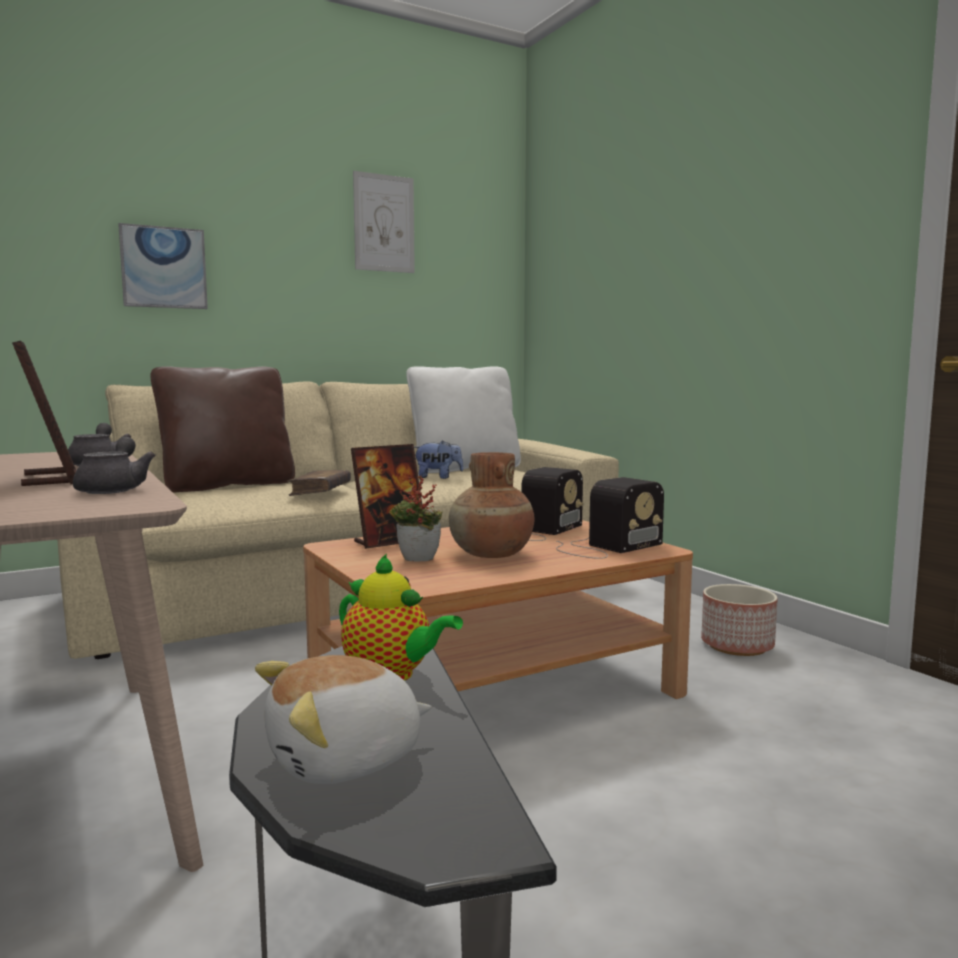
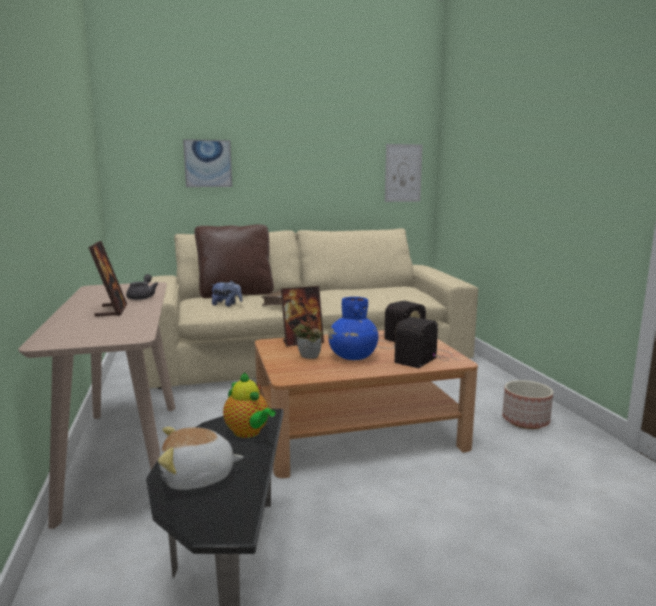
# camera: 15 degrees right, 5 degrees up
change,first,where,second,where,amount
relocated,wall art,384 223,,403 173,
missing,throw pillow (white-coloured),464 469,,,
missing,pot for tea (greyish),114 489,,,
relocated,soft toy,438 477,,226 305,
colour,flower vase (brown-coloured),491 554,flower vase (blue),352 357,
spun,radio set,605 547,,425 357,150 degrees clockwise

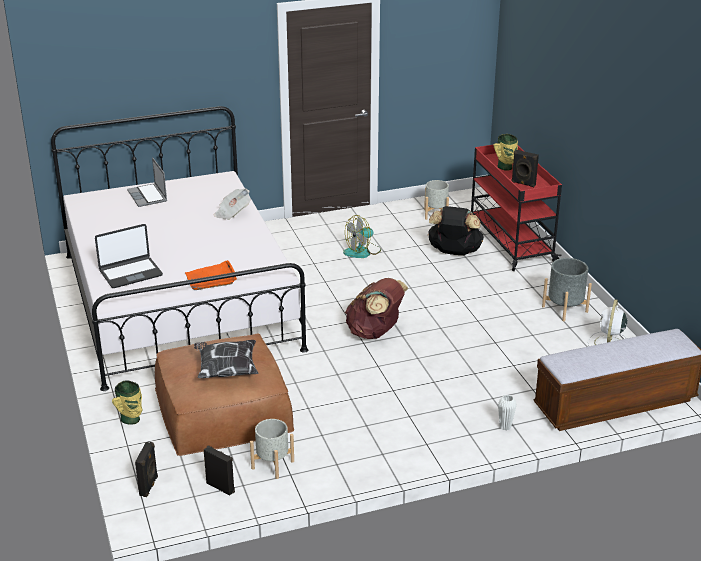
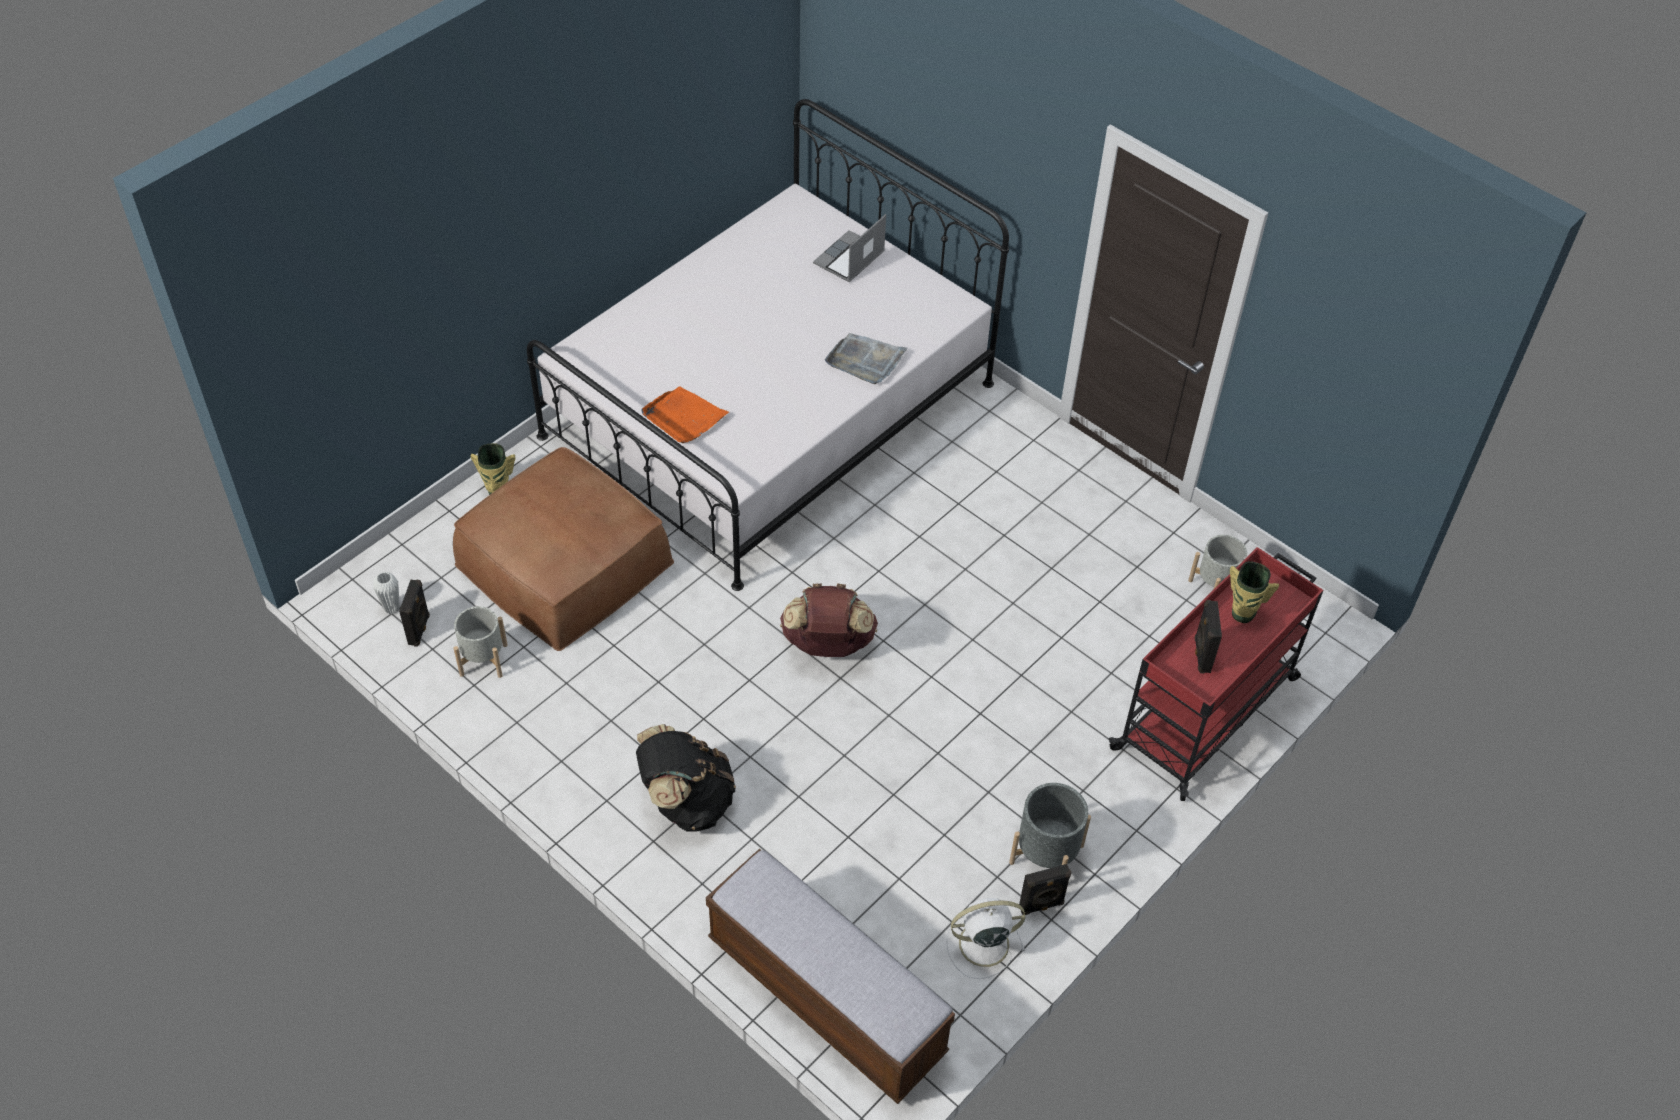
# camera: 60 degrees right, 20 degrees up
change,first,where,second,where,amount
exchanged,newspaper,232 213,serving tray (greyish),865 360,
relocated,knapsack (black-coloured),454 252,,686 801,
missing,cooling fan,362 251,,,
missing,notebook computer,130 273,,,
missing,throw pillow,226 370,,,
relocated,flower vase (white-coloured),505 427,,392 608,
relocated,speaker (black-coloured),149 486,,1041 906,

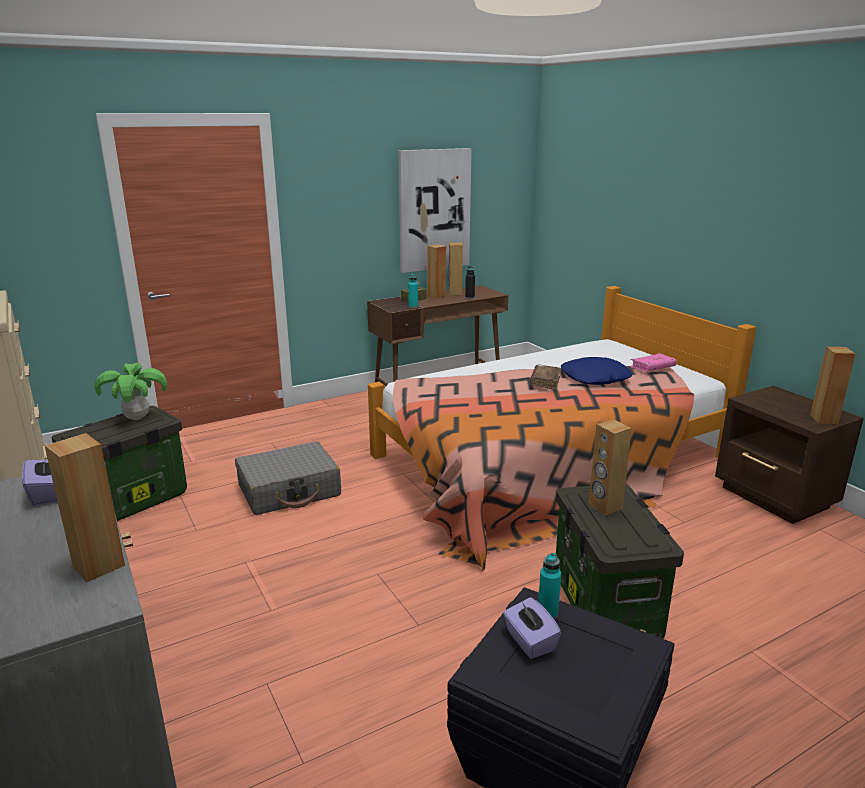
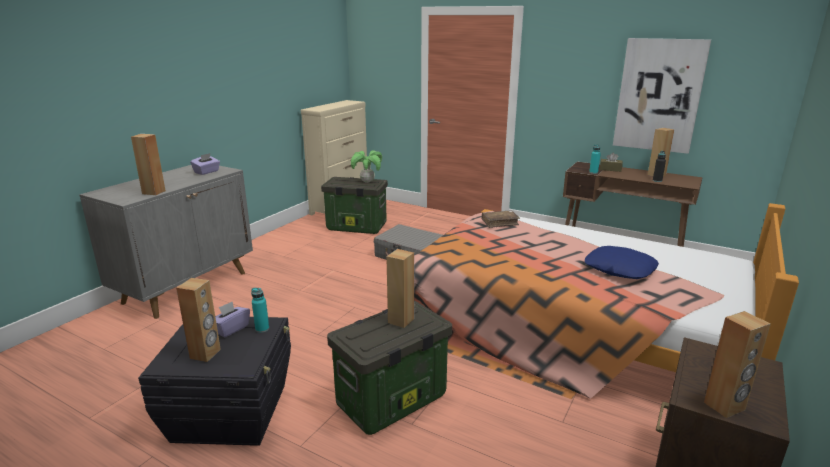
# camera: 60 degrees right, 0 degrees up
change,first,where,second,where,amount
relocated,speaker (brown-coloured),436 296,,205 354,
missing,bound book (pinkish),652 368,,,
relocated,bound book (brown-coloured),545 382,,499 223,

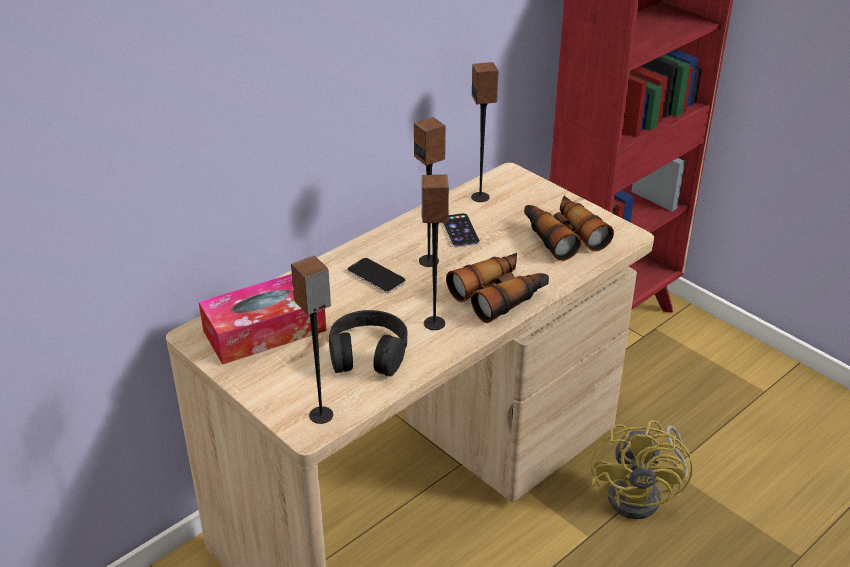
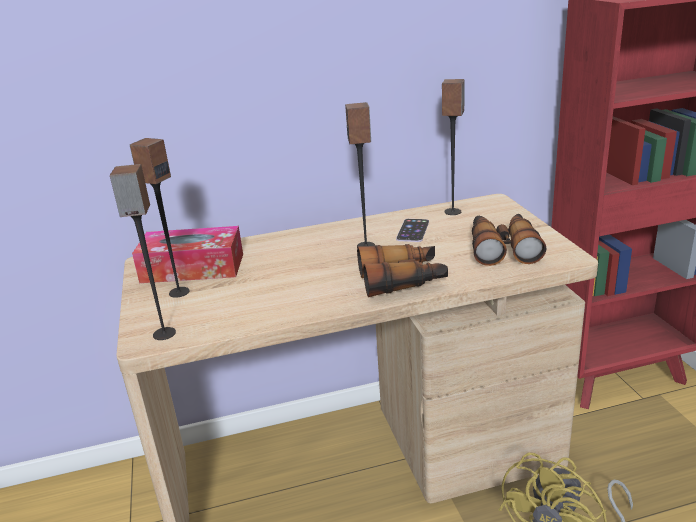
# camera: 30 degrees right, 10 degrees down
change,first,where,second,where,amount
relocated,speaker,434 323,,179 292,
missing,telephone,376 276,,,
missing,headset (black-coloured),368 353,,,

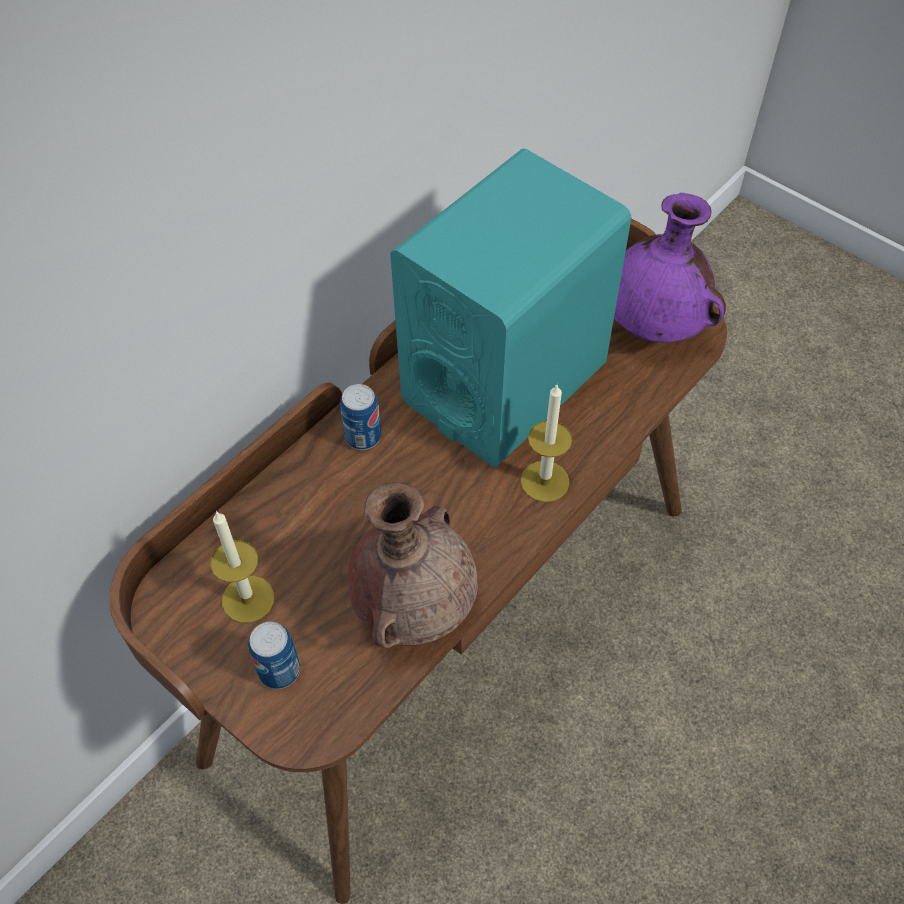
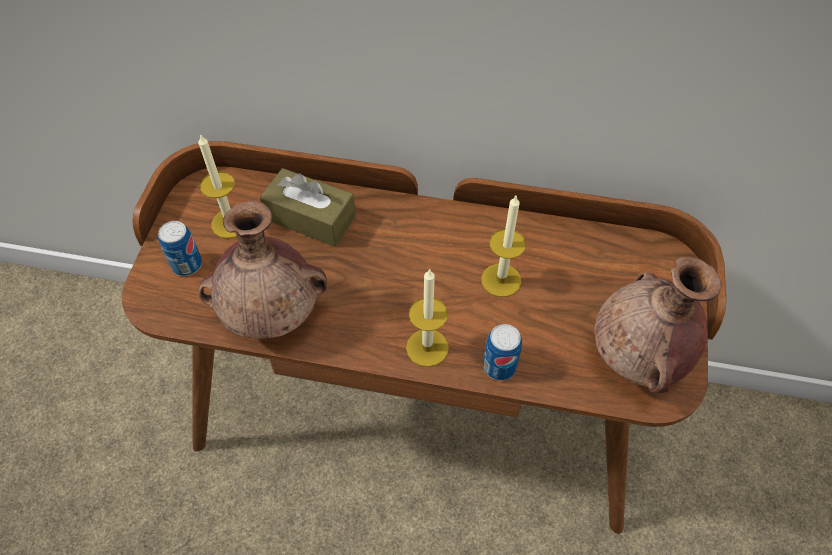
# camera: 60 degrees right, 0 degrees up
change,first,where,second,where,amount
exchanged,speaker (turquoise-coloured),504 382,candle,501 280,
colour,flower vase (purple),654 328,flower vase (brown-coloured),637 359,
relocated,metal can,363 436,,499 366,
appeared,,,tissue box (brown-coloured),310 218,

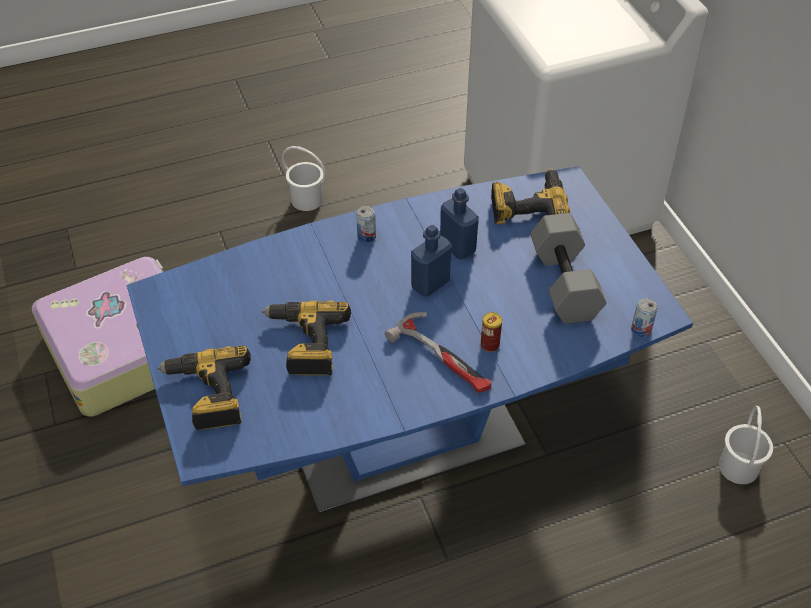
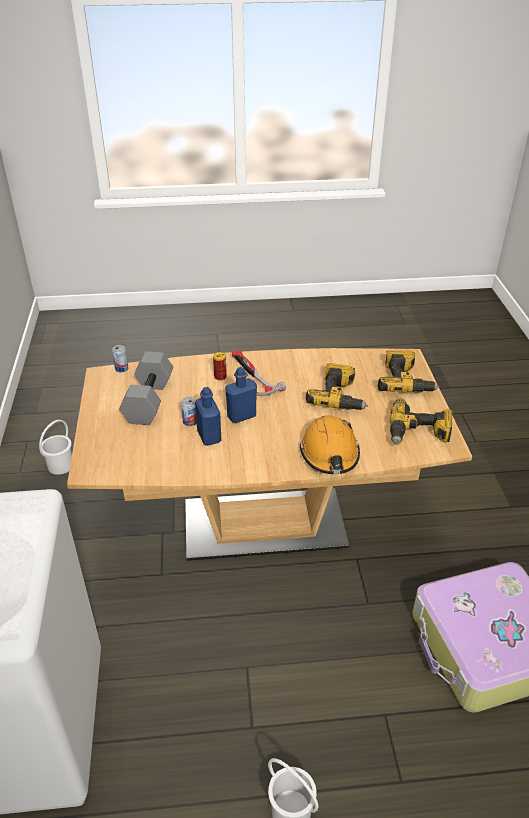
# camera: 165 degrees left, 10 degrees down
change,first,where,second,where,amount
colour,dining table (blue),405 438,dining table (brown-coloured),264 524,
relocated,electric drill,528 207,,418 433,
relocated,metal can,366 237,,190 422,
appeared,,,safety helmet (orange-coloured),330 454,

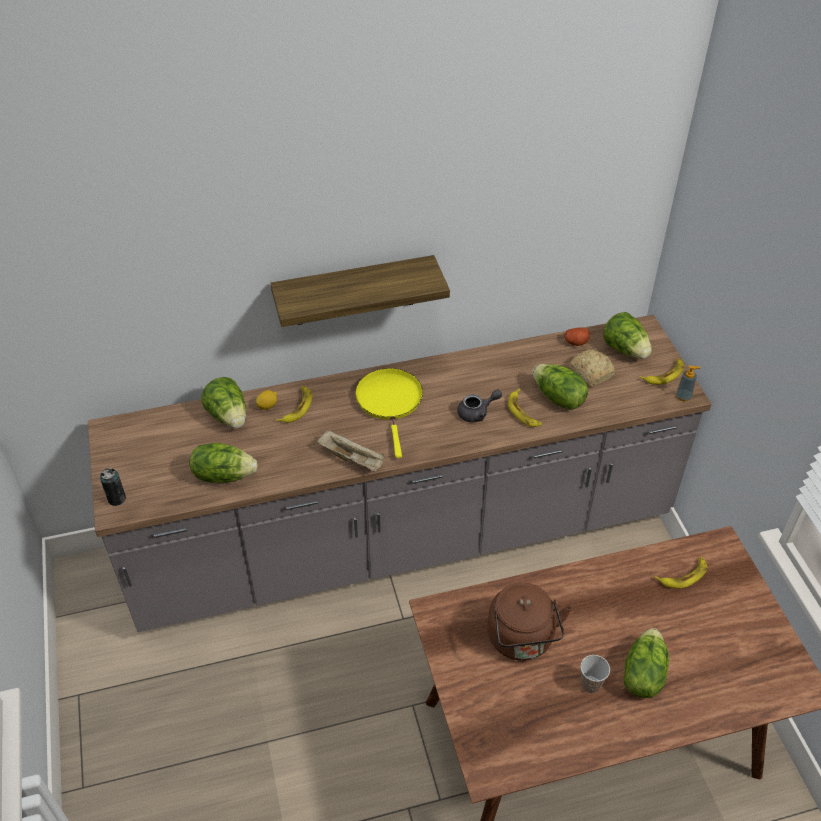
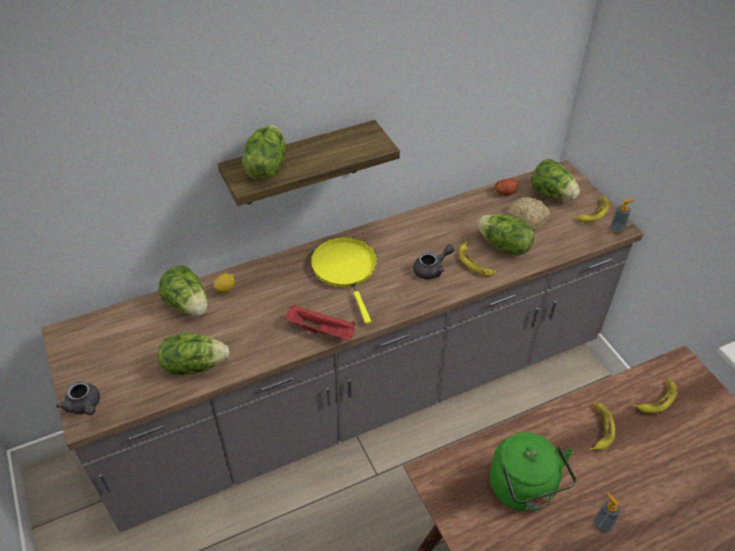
# camera: 10 degrees left, 0 degrees up
change,first,where,second,where,amount
relocated,banana fruit,297 407,,599 428,
colour,serving tray (beige-coloured),352 459,serving tray (reddish),322 330,
exchanged,metal can,117 499,pot for tea (greyish),85 406,
colour,kettle (brown-coloured),522 640,kettle (greenish),524 489,
relocated,head of lettuce,642 674,,266 167,
exchanged,small cup,590 684,liquid soap bottle,603 524,

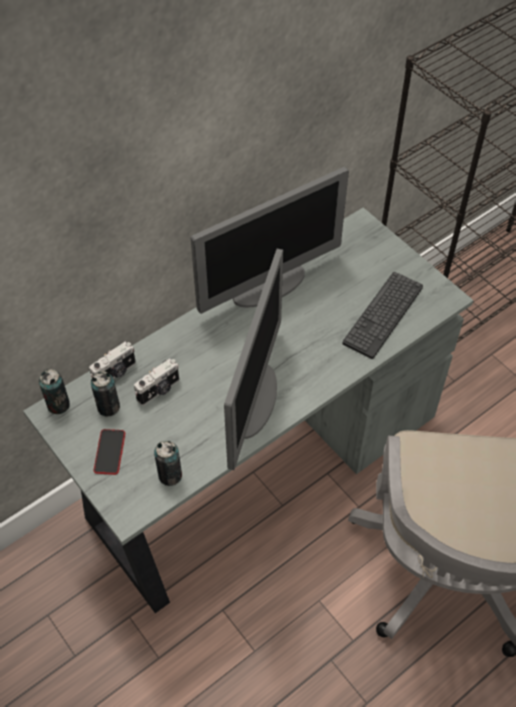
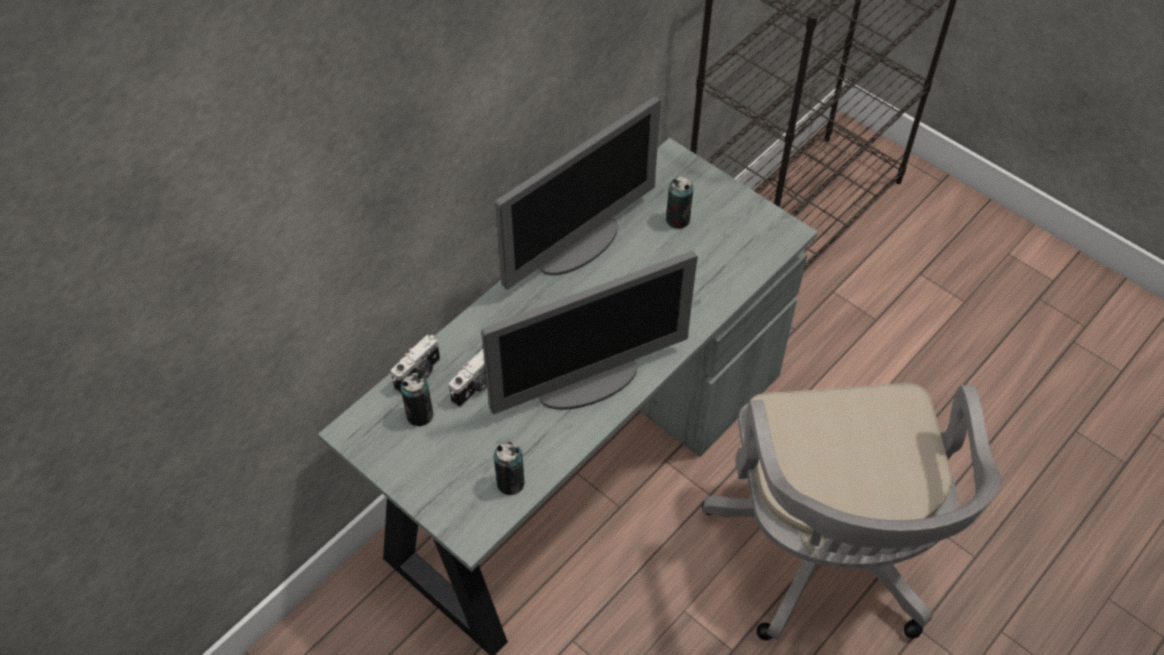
# camera: 10 degrees left, 0 degrees up
change,first,where,second,where,amount
spun,computer screen,254 400,,589 382,60 degrees clockwise
missing,computer keyboard,383 315,,,
relocated,metal can,58 405,,677 220,
missing,telephone,109 452,,,

